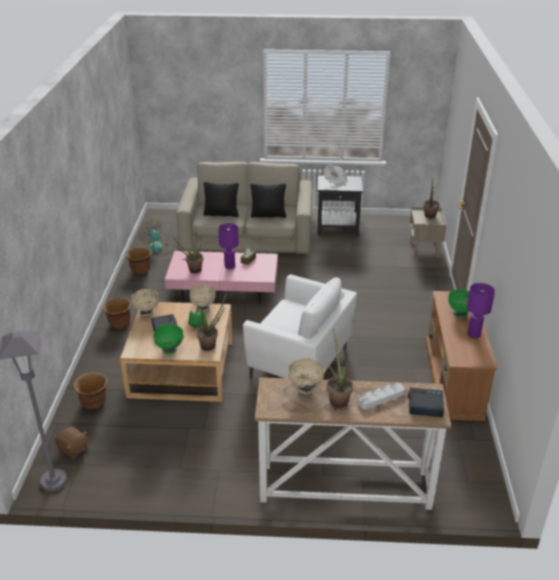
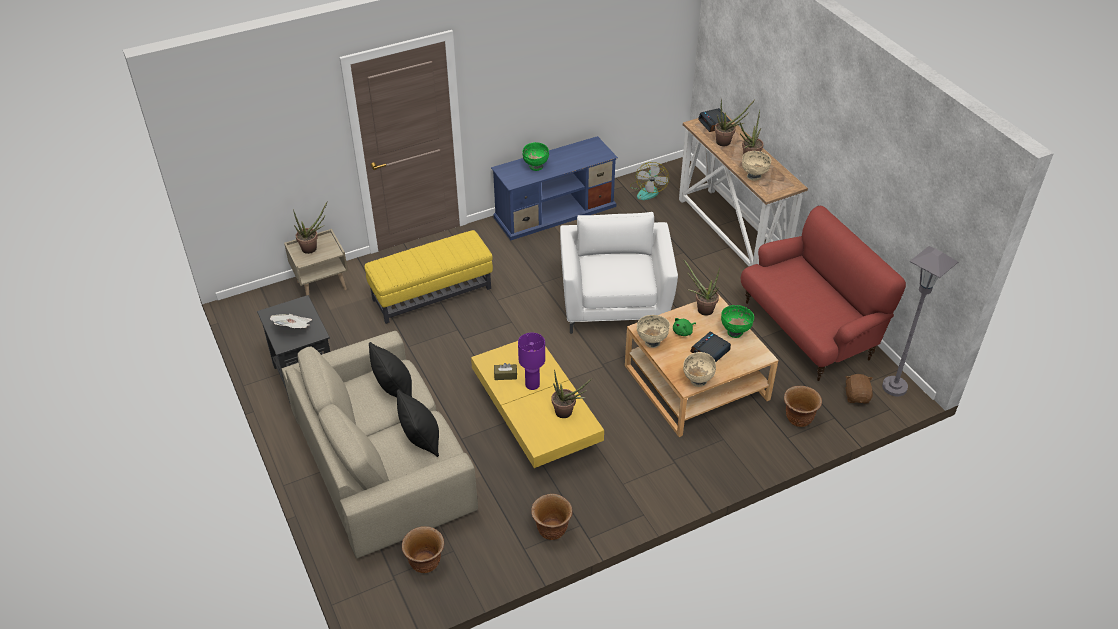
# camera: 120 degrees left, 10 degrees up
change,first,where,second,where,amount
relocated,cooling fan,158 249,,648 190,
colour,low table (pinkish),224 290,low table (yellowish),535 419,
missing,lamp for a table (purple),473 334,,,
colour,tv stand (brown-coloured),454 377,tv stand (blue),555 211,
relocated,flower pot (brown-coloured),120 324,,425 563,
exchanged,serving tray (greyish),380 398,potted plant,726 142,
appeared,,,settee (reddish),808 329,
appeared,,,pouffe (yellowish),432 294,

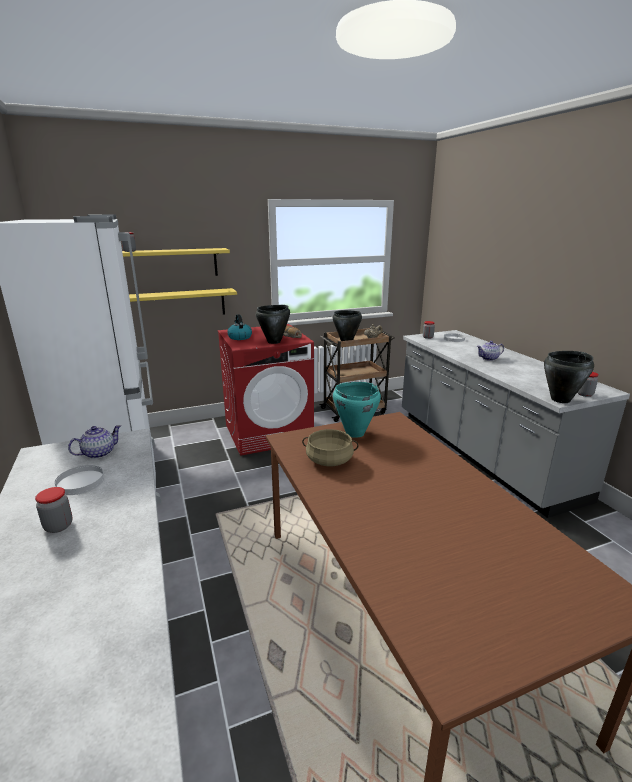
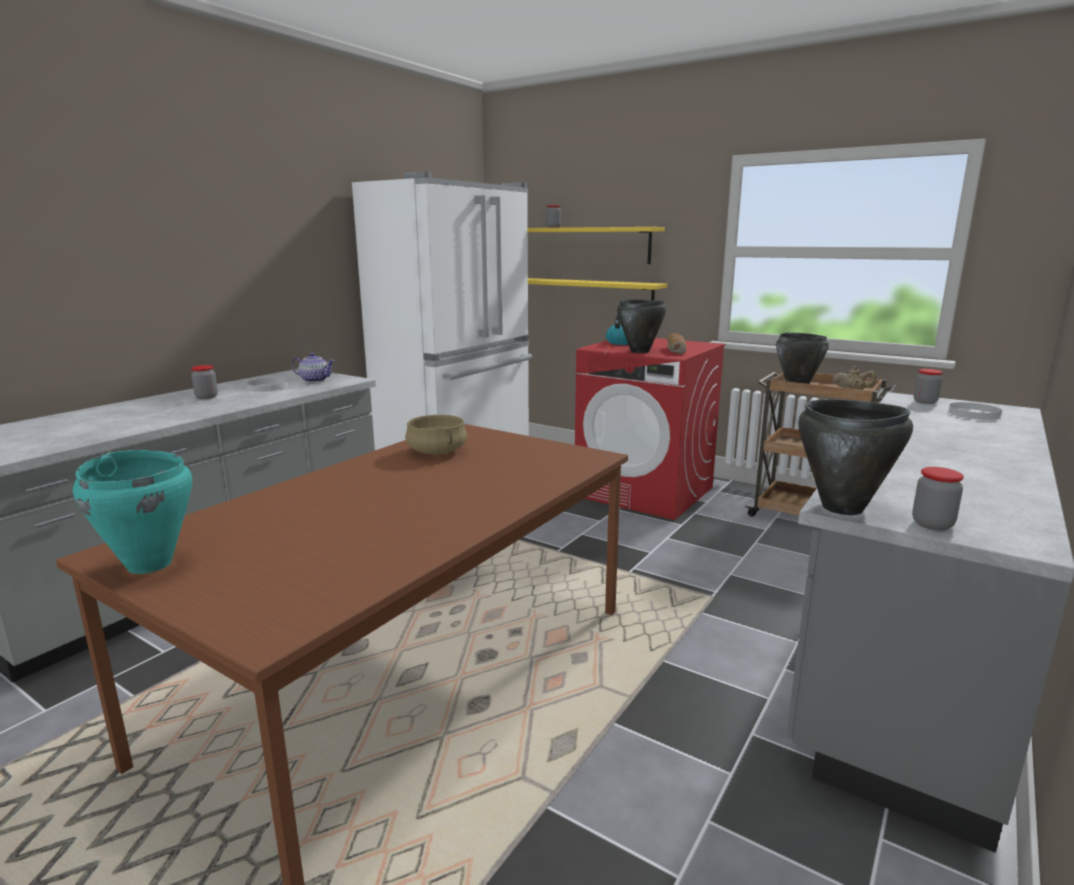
# camera: 55 degrees right, 5 degrees down
change,first,where,second,where,amount
missing,pot for tea,489 358,,,
relocated,stockpot (turquoise-coloured),354 433,,150 564,

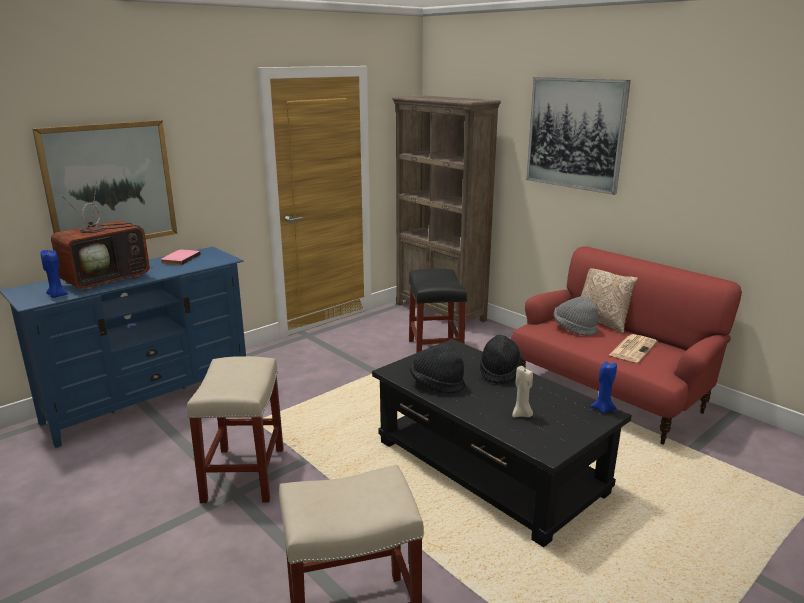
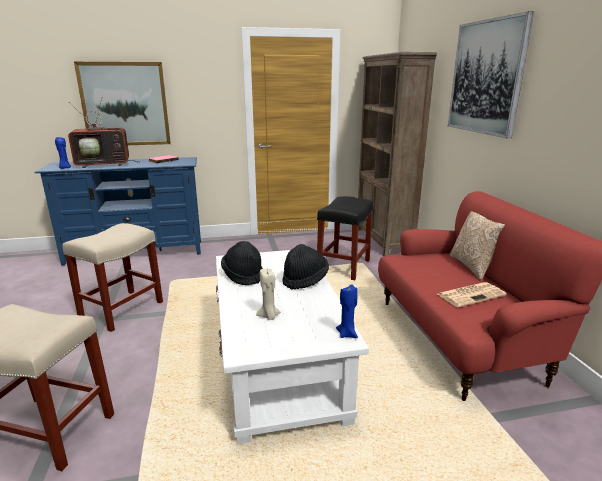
# camera: 30 degrees right, 0 degrees up
change,first,where,second,where,amount
missing,clothing hat (greyish),574 328,,,
colour,low table (black-coloured),489 467,low table (white-coloured),277 362,

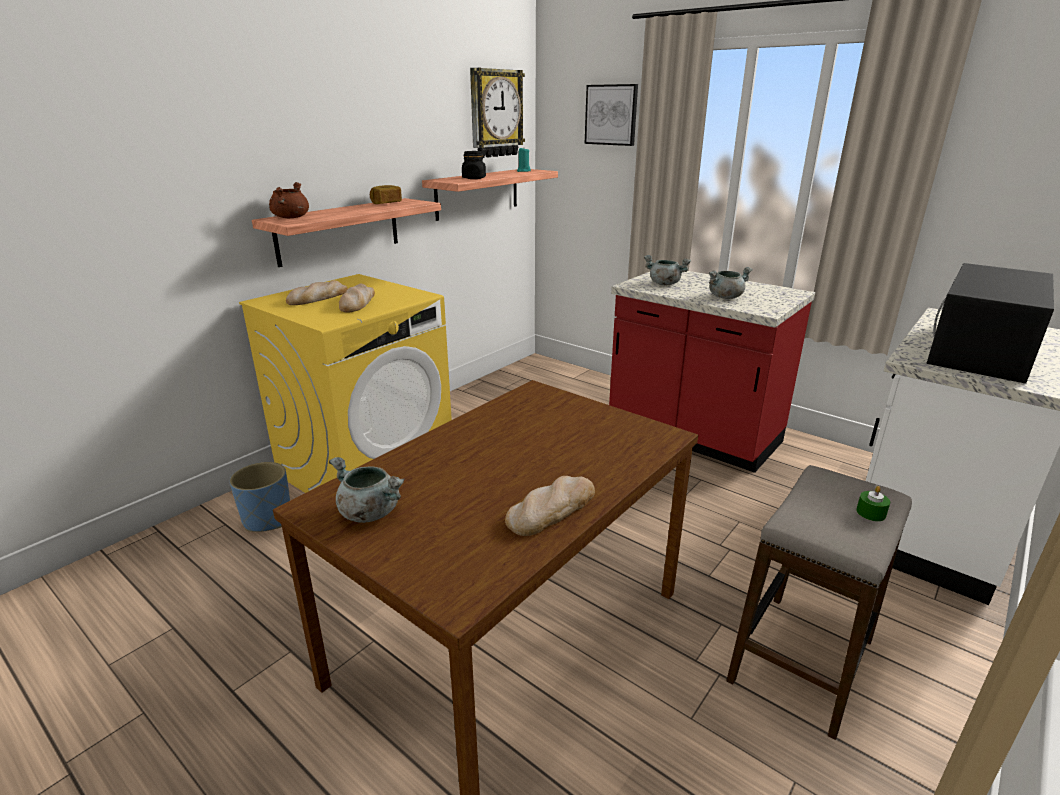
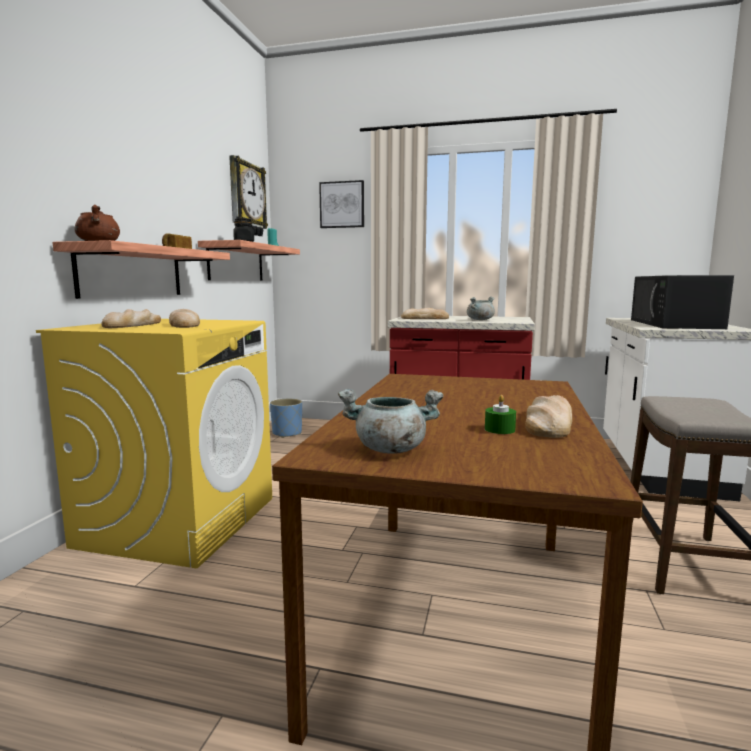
# camera: 25 degrees left, 15 degrees down
change,first,where,second,where,amount
exchanged,stockpot (greyish),664 284,bakery bread,424 318,
relocated,flower pot (blue),268 519,,287 433,
relocated,candle (greenish),871 513,,499 429,

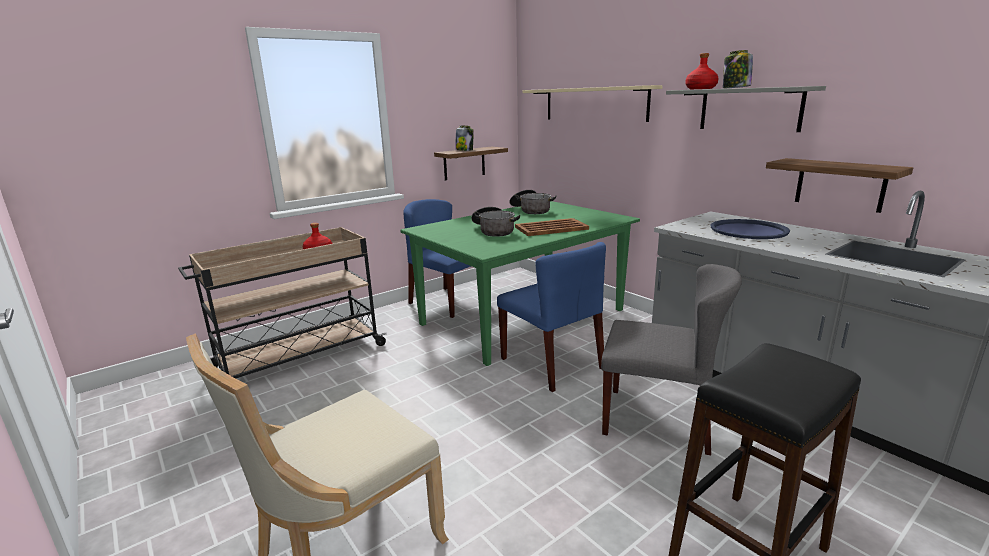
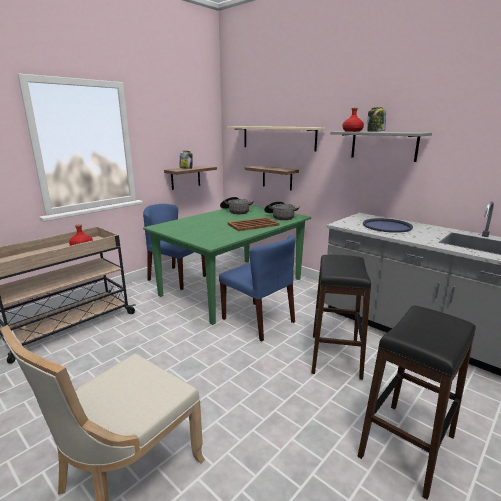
# camera: 10 degrees left, 0 degrees up
change,first,where,second,where,amount
relocated,bracket shelf,840 184,,277 177,
relocated,stockpot,494 231,,280 217,
exchanged,chair (greyish),658 419,sitting stool (black-coloured),335 356,

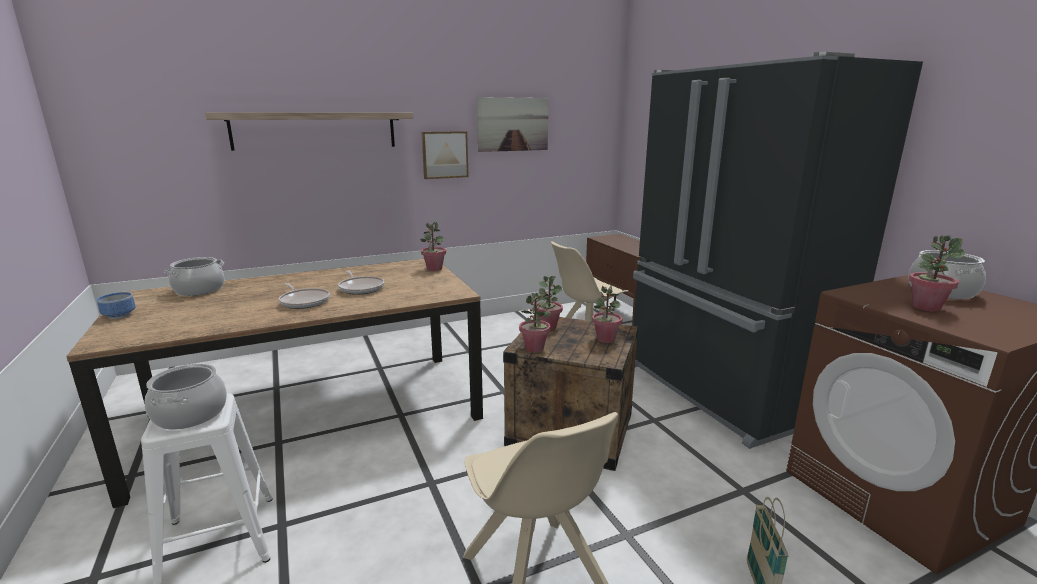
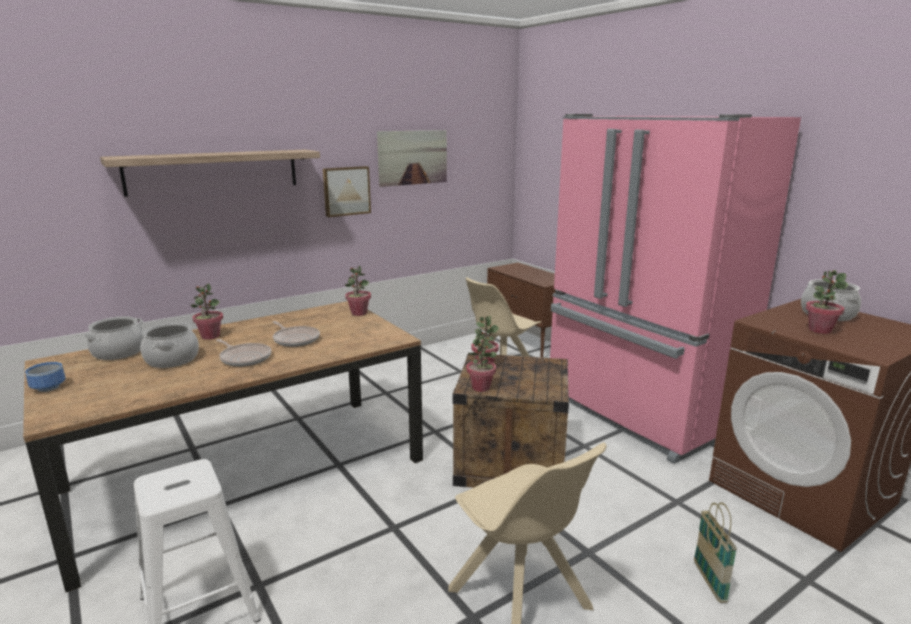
# camera: 10 degrees left, 0 degrees up
change,first,where,second,where,amount
colour,kitchen fridge (black-coloured),721 391,kitchen fridge (pinkish),637 413,
relocated,potted plant,605 339,,210 336,
relocated,stockpot,190 414,,171 359,

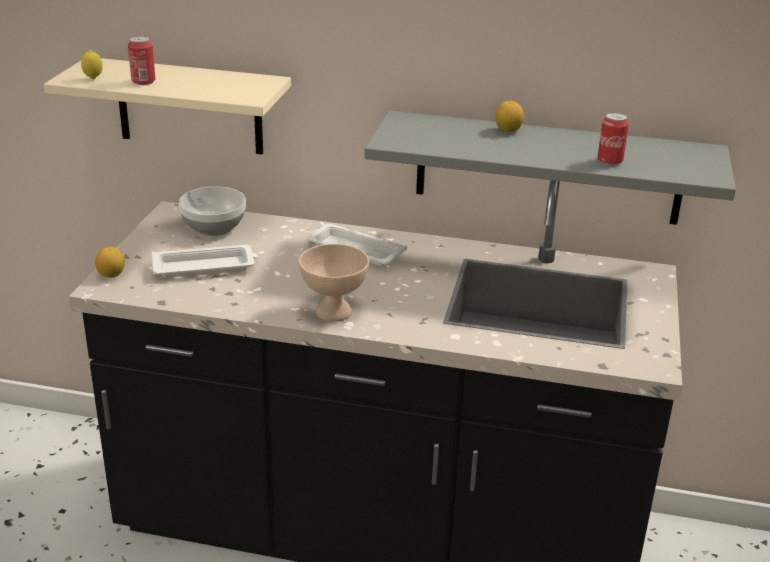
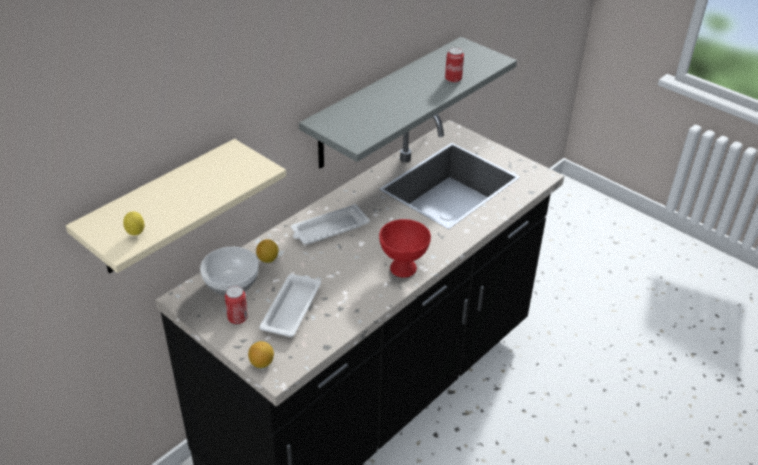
# camera: 60 degrees left, 10 degrees up
change,first,where,second,where,amount
relocated,metal can,143 82,,237 318,
relocated,lemon,508 130,,268 259,
colour,serving bowl (beige-coloured),335 312,serving bowl (reddish),403 268,

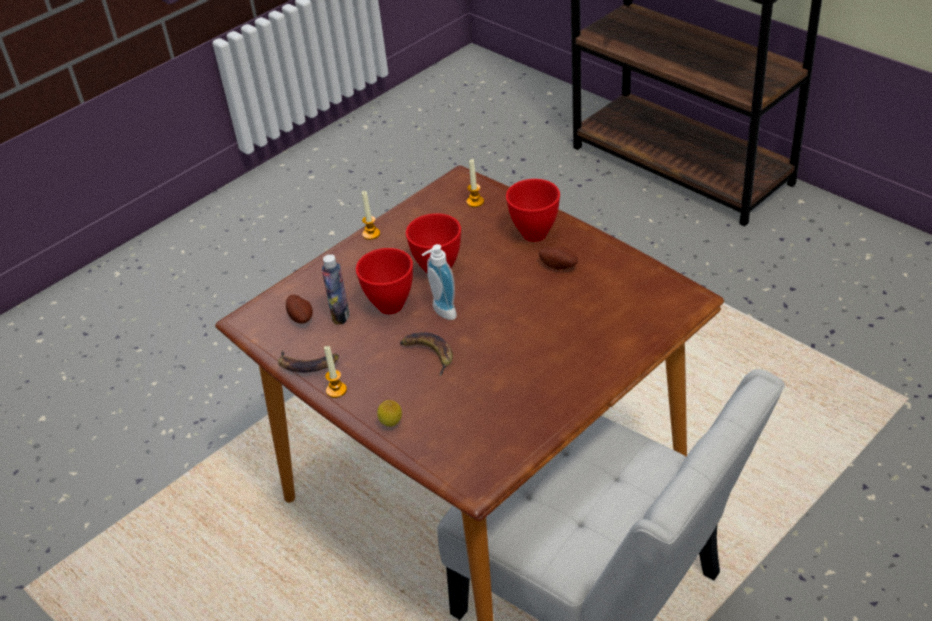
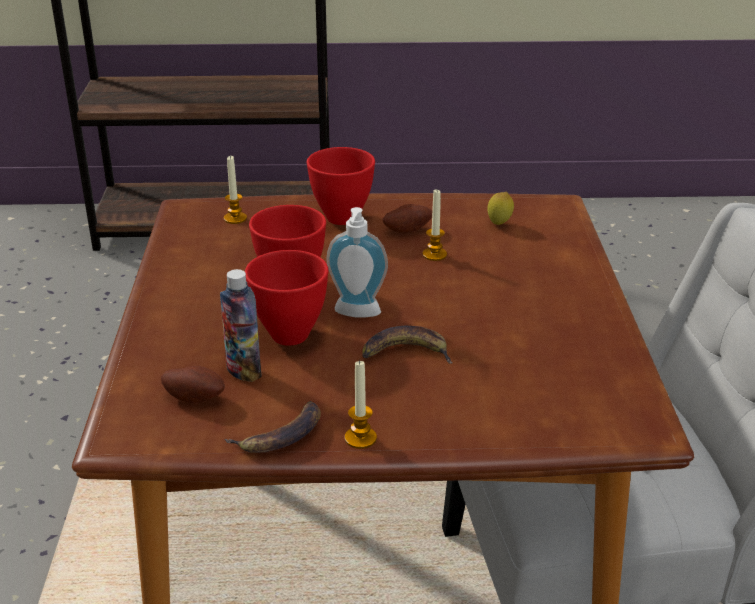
# camera: 50 degrees left, 10 degrees down
change,first,where,second,where,amount
relocated,candle,371 234,,434 255,
relocated,lemon,391 425,,499 224,

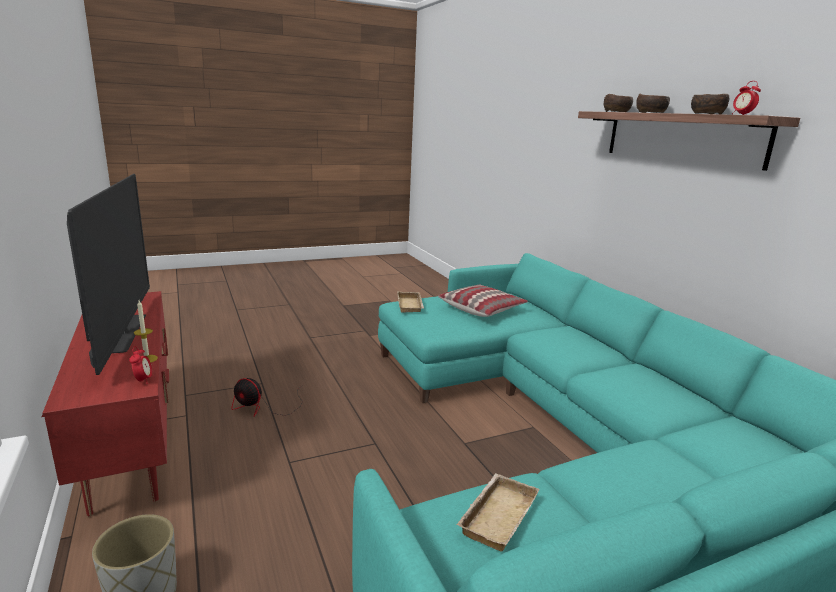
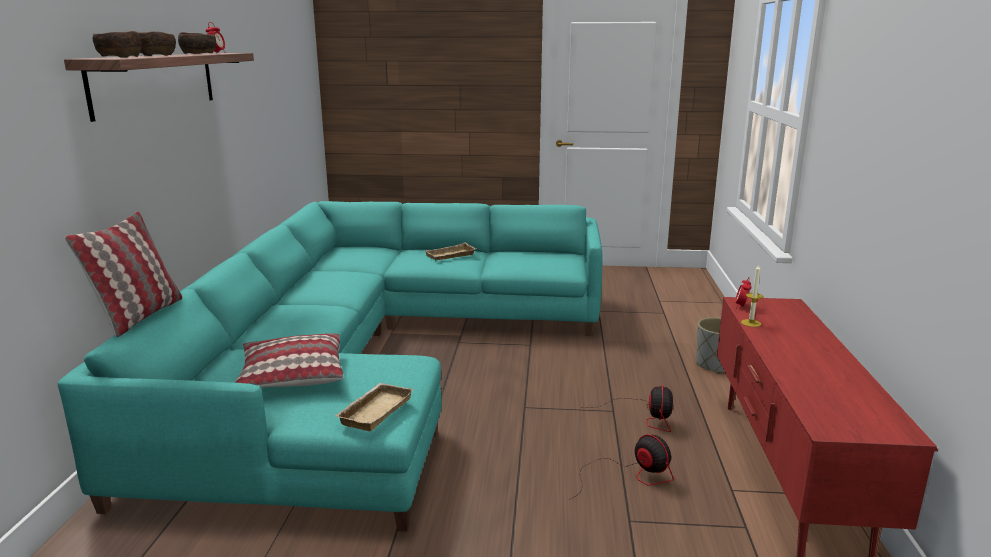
# camera: 150 degrees left, 0 degrees up
change,first,where,second,where,amount
missing,TV set,126 333,,,
relocated,serving tray (beige-coloured),496 514,,450 256,
appeared,,,throw pillow,139 316,
appeared,,,cooling fan,645 416,

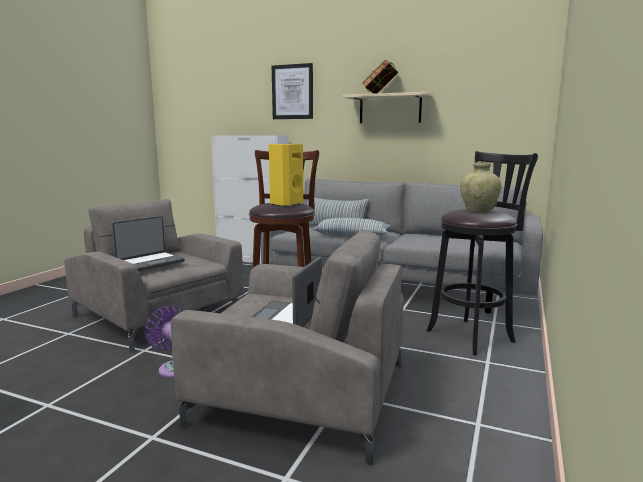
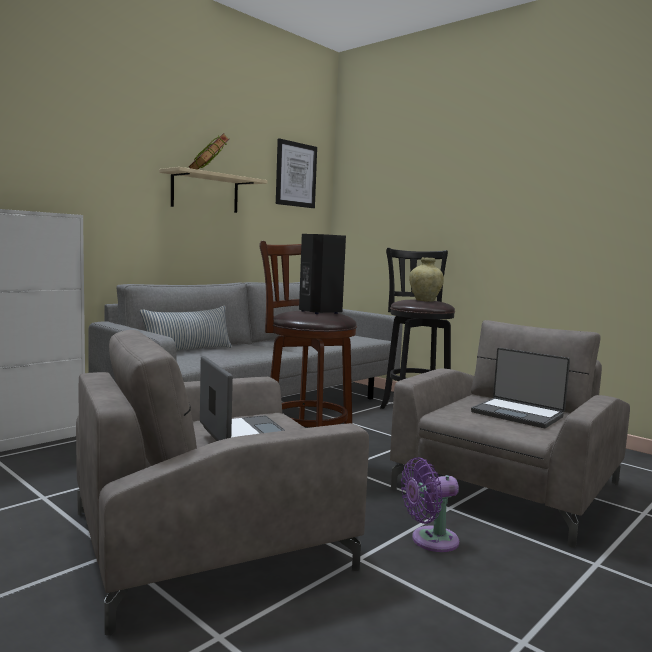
# camera: 70 degrees left, 5 degrees down
change,first,where,second,where,amount
relocated,wall art,292 92,,296 174,
colour,speaker (yellowish),285 204,speaker (black-coloured),318 312,
missing,throw pillow,351 236,,,

